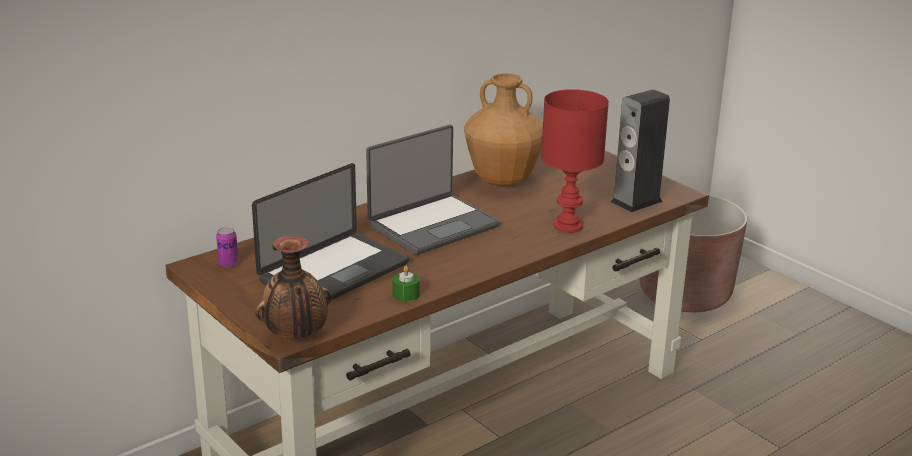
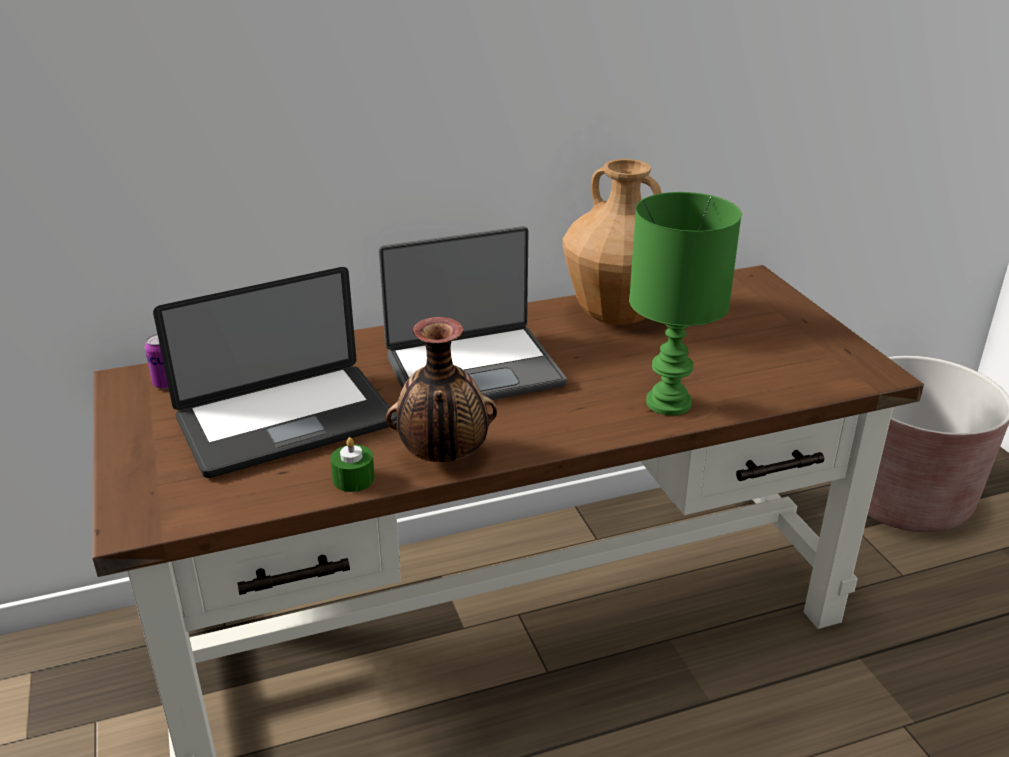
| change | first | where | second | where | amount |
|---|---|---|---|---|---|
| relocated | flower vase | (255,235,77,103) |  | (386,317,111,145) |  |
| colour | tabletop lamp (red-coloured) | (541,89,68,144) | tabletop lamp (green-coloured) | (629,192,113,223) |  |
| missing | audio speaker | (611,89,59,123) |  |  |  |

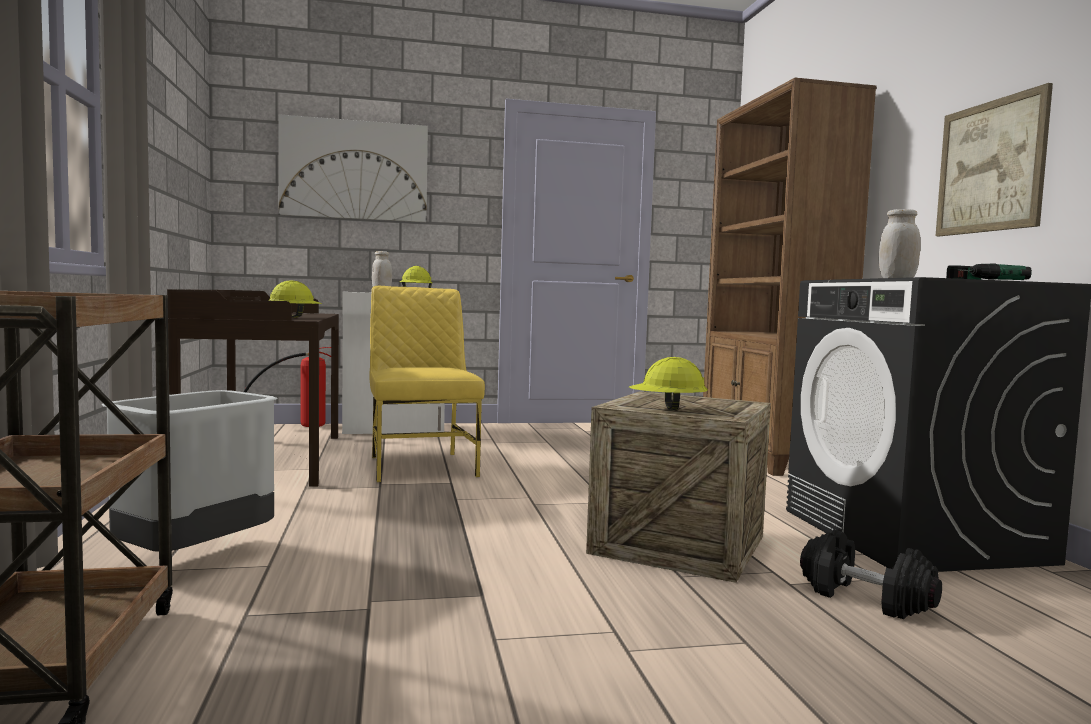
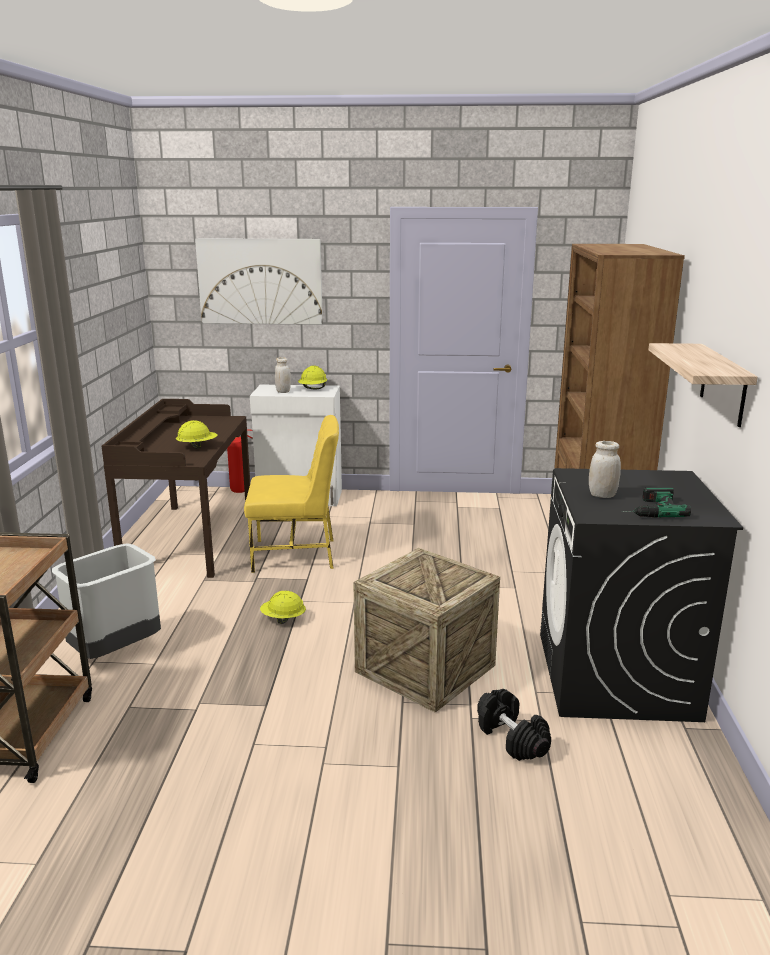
| change | first | where | second | where | amount |
|---|---|---|---|---|---|
| spun | chair (yellow) | (369,286,116,196) |  | (244,415,95,158) | 90 degrees clockwise |
| relocated | hard hat (yellow) | (629,357,79,53) |  | (260,591,46,33) |  |
| exchanged | wall art | (936,83,117,153) | bracket shelf | (648,343,110,84) |  |

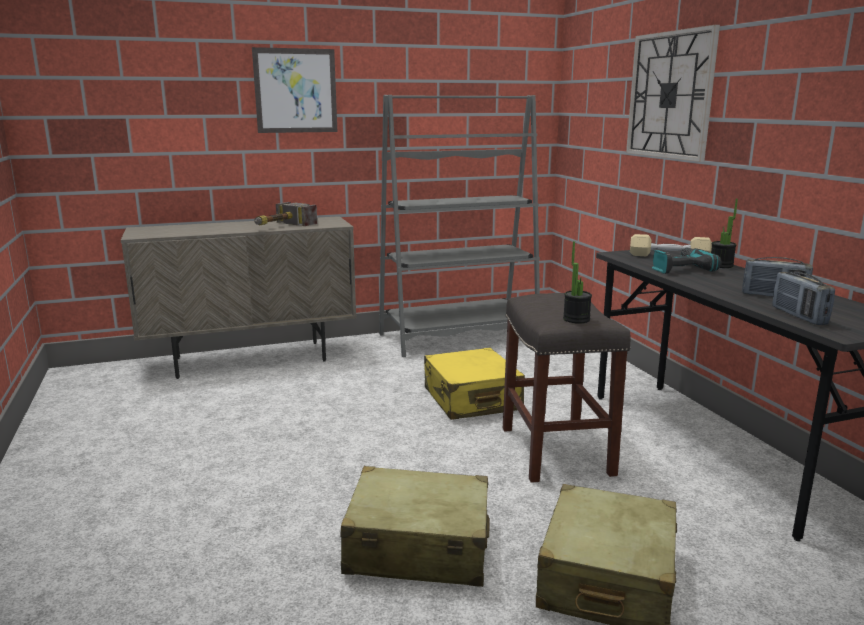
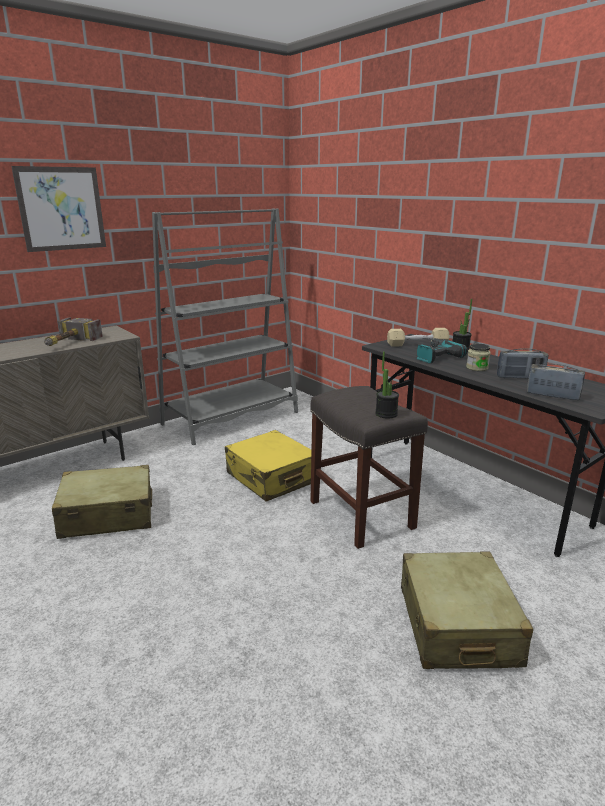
| change | first | where | second | where | amount |
|---|---|---|---|---|---|
| relocated | suitcase (beige) | (341,466,149,121) |  | (52,465,100,74) |  |
| appeared |  |  | jar | (466,344,24,27) |  |
| spun | radio receiver | (772,272,63,53) |  | (527,364,58,36) | 150 degrees clockwise |
| missing | wall clock | (626,25,94,137) |  |  |  |

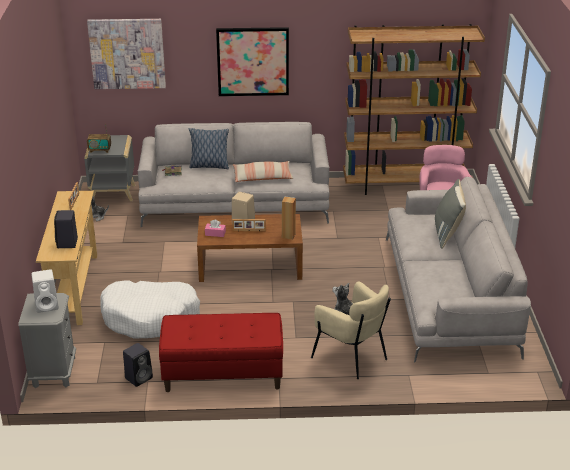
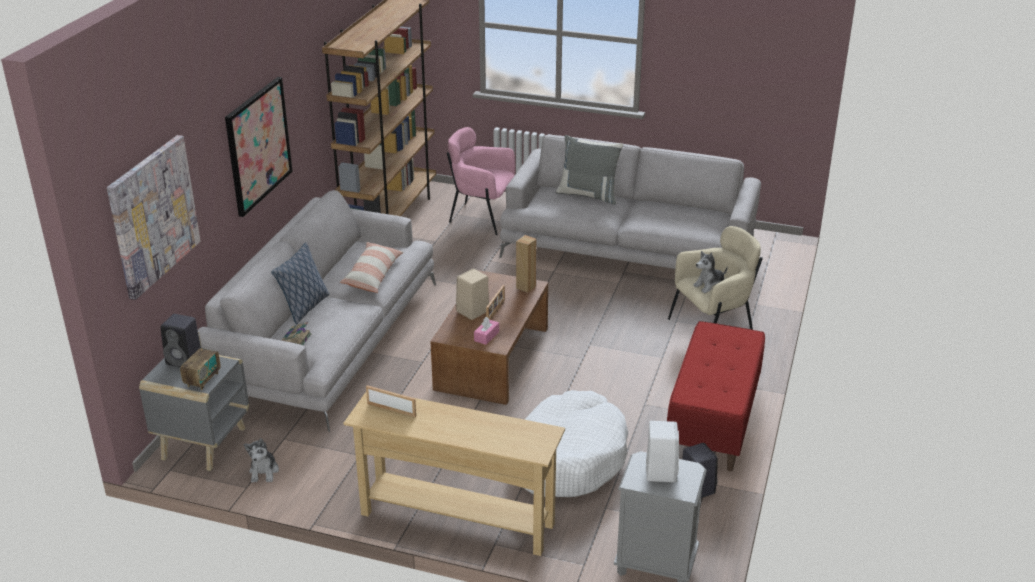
| change | first | where | second | where | amount |
|---|---|---|---|---|---|
| relocated | audio speaker (black-coloured) | (54,210,24,38) |  | (160,314,41,53) |  |

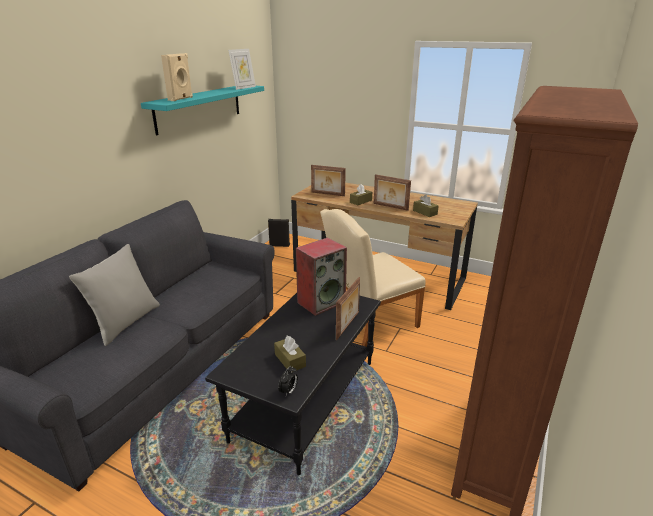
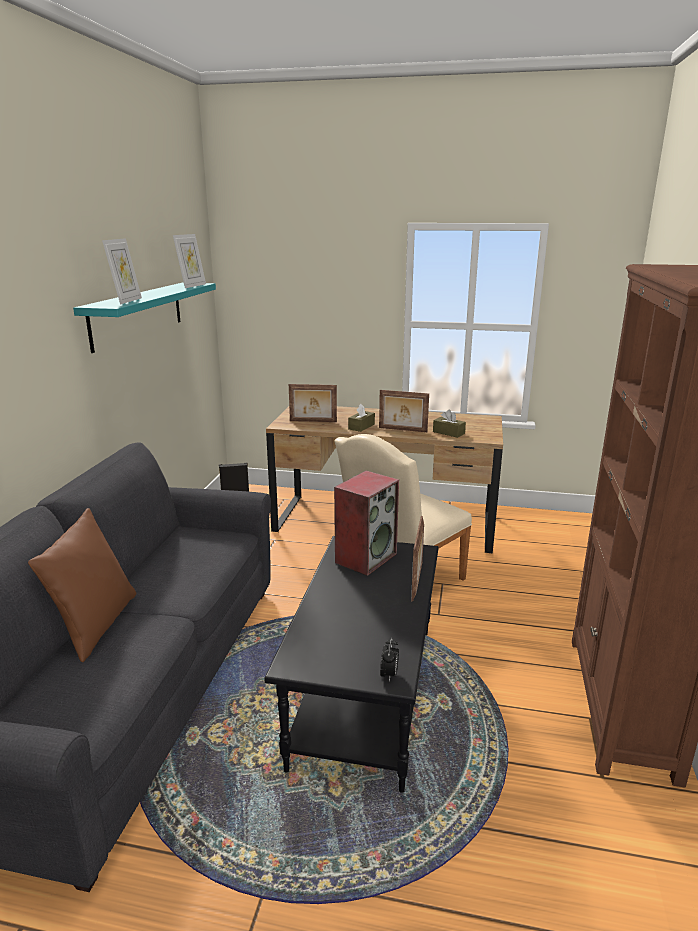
| change | first | where | second | where | amount |
|---|---|---|---|---|---|
| colour | cushion (greyish) | (69,244,91,102) | cushion (brown) | (28,508,108,155) |  |
| exchanged | audio speaker (beige) | (161,53,32,48) | standing frame | (102,238,40,66) |  |
| missing | box of tissues (brown) | (274,336,32,36) |  |  |  |

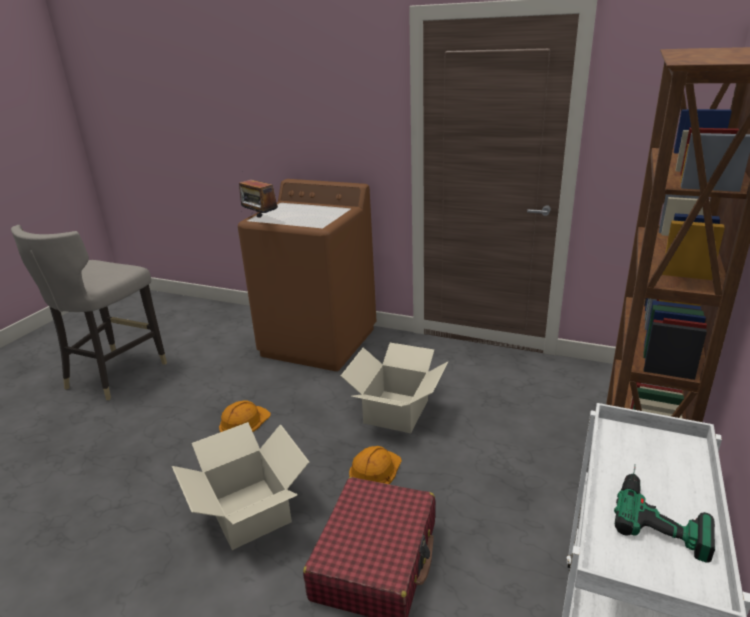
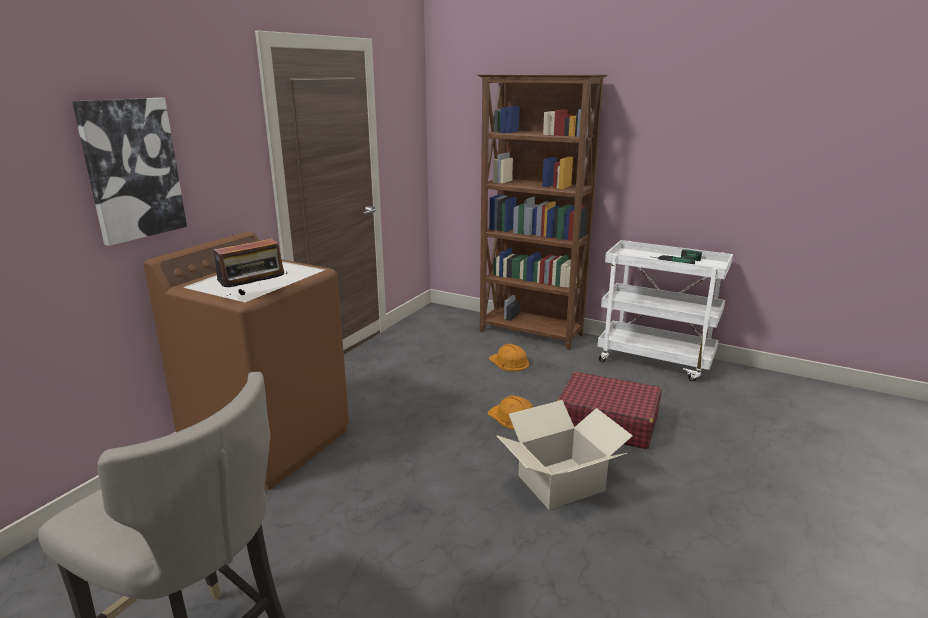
| change | first | where | second | where | amount |
|---|---|---|---|---|---|
| appeared |  |  | wall art | (72,98,115,148) |  |
| relocated | hard hat (orange) | (219,400,52,32) |  | (489,344,40,27) |  |
| missing | cardboard box | (341,343,107,90) |  |  |  |

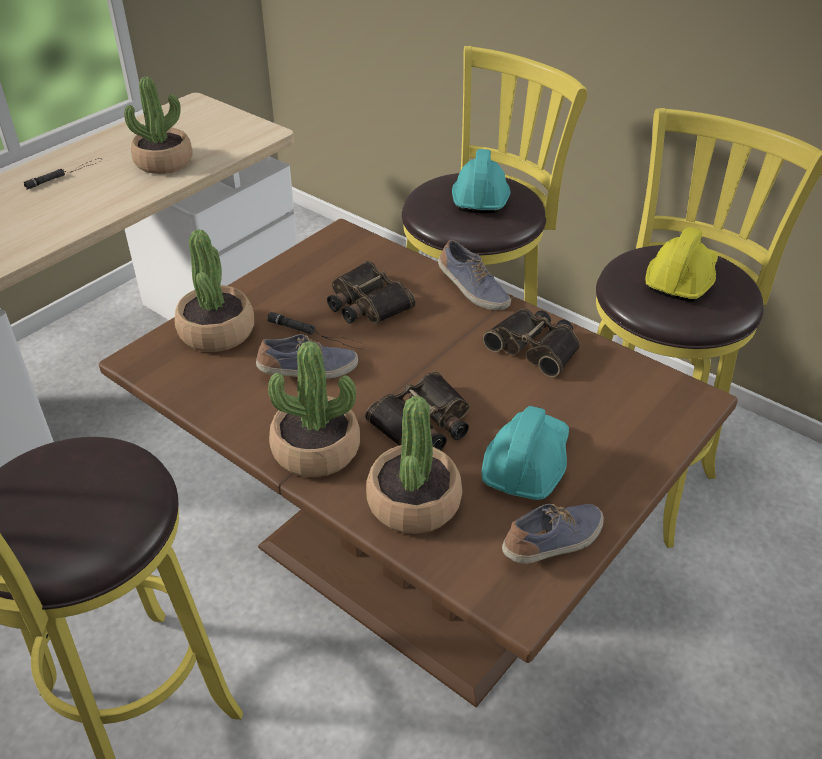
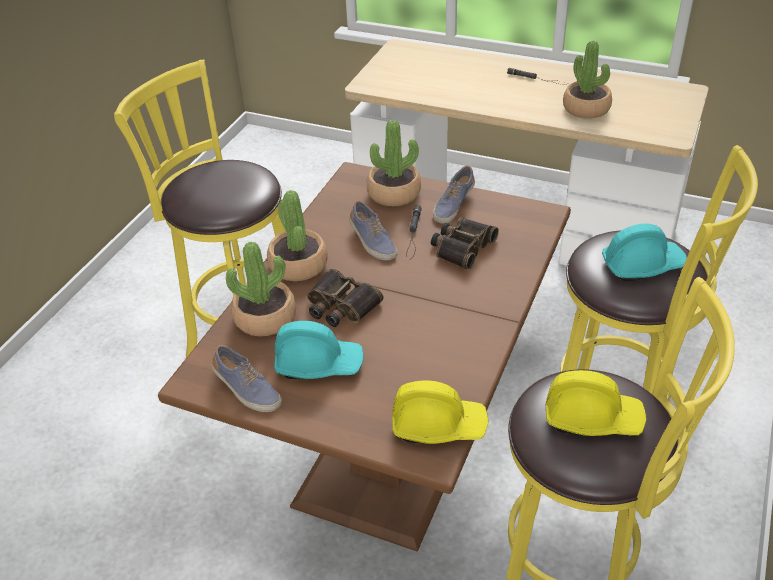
| change | first | where | second | where | amount |
|---|---|---|---|---|---|
| appeared |  |  | hard hat (yellow) | (392,381,96,63) |  |
| relocated | low shoe | (438,240,73,70) |  | (433,166,42,58) |  |
| missing | pair of binoculars | (483,308,97,69) |  |  |  |

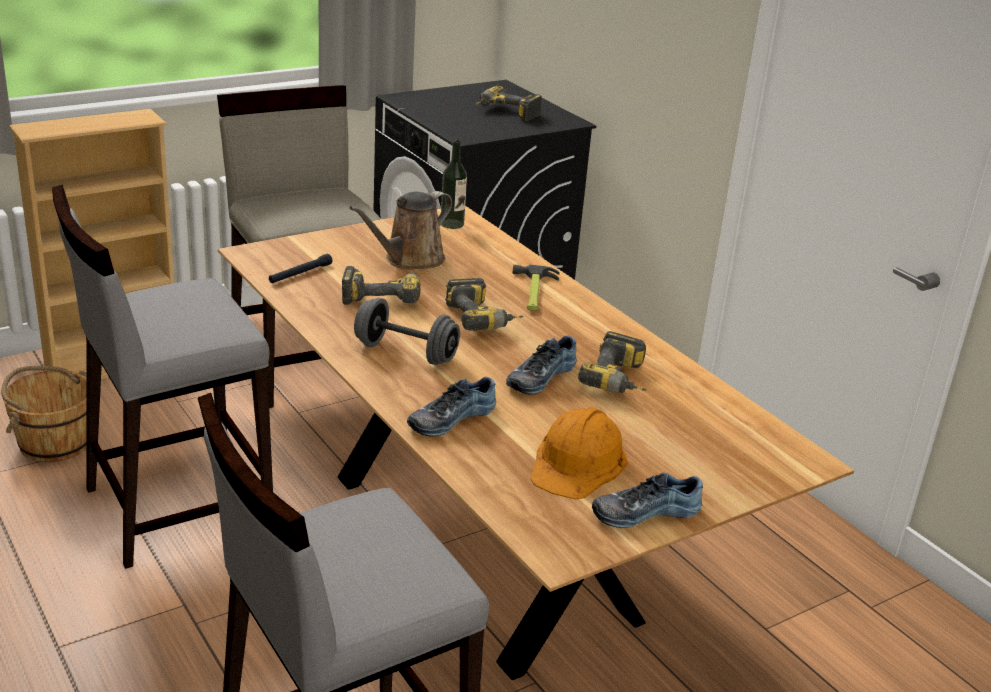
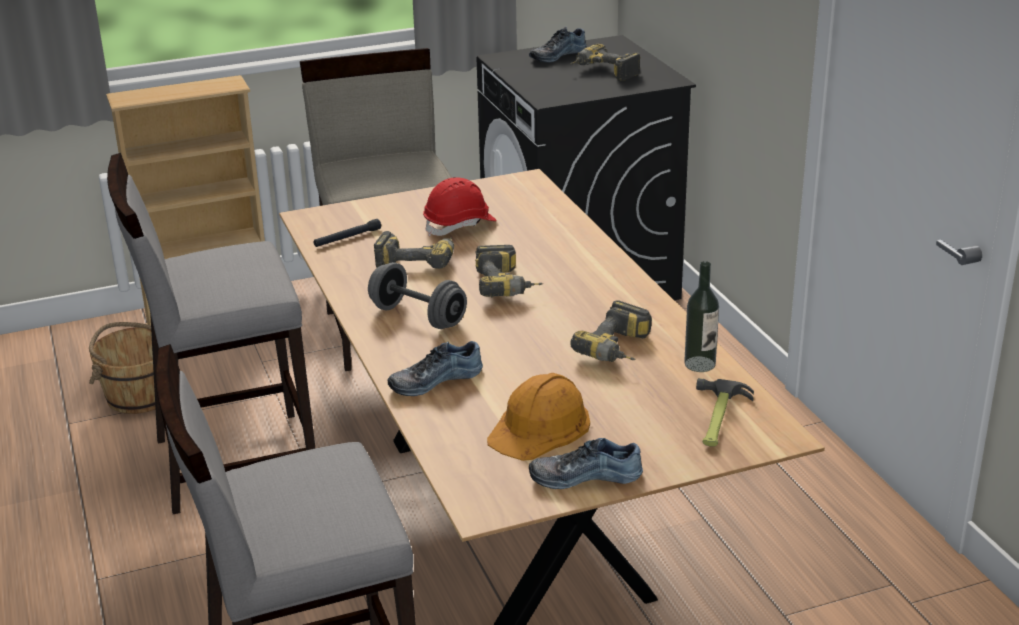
| change | first | where | second | where | amount |
|---|---|---|---|---|---|
| exchanged | watering pot (brown) | (349,191,103,79) | hard hat (red-coloured) | (423,177,74,59) |  |
| relocated | low shoe | (506,336,71,59) |  | (529,26,57,37) |  |
| relocated | drink bottle | (441,140,26,89) |  | (684,261,35,111) |  |
| relocated | tool hammer | (513,265,47,46) |  | (696,378,58,68) |  |

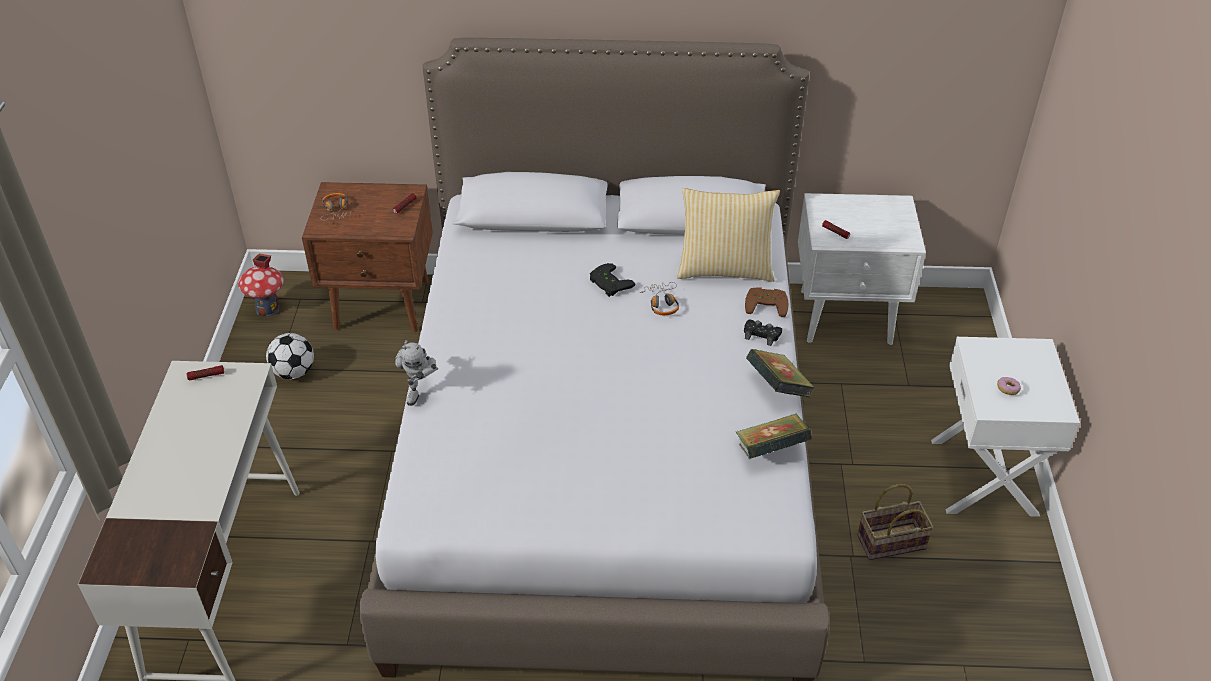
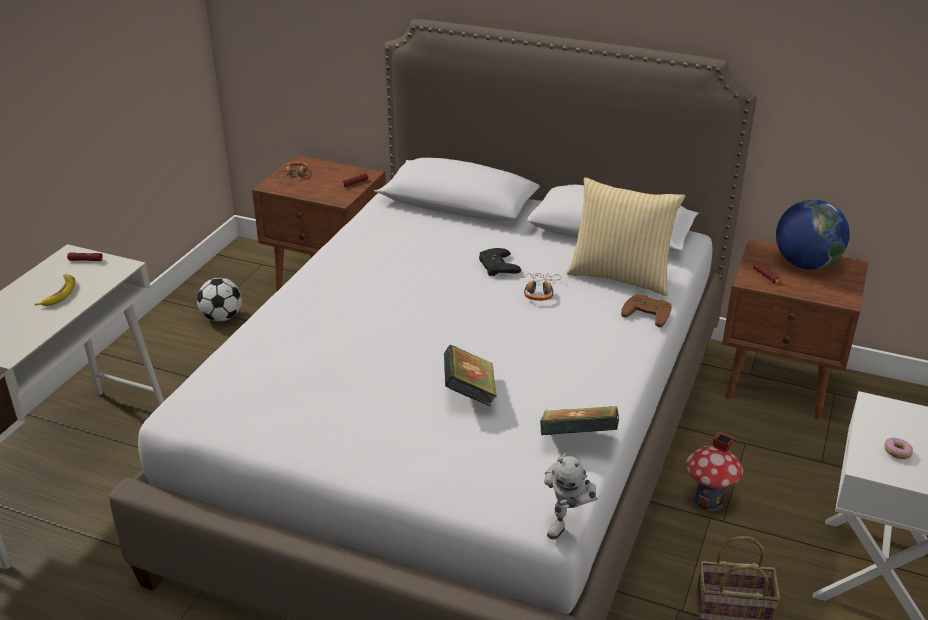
| change | first | where | second | where | amount |
|---|---|---|---|---|---|
| appeared |  |  | banana fruit | (35,274,41,32) |  |
| relocated | bound book | (746,349,69,48) |  | (444,345,53,61) |  |
| relocated | robot figure | (395,340,43,66) |  | (544,453,54,87) |  |
| relocated | model house | (238,253,46,64) |  | (686,431,57,80) |  |
| colour | nightstand (whitish) | (798,193,128,152) | nightstand (brown) | (722,239,147,181) |  |
| appeared |  |  | desk globe | (776,199,74,71) |  |
| missing | gamepad (black-coloured) | (744,319,38,27) |  |  |  |

